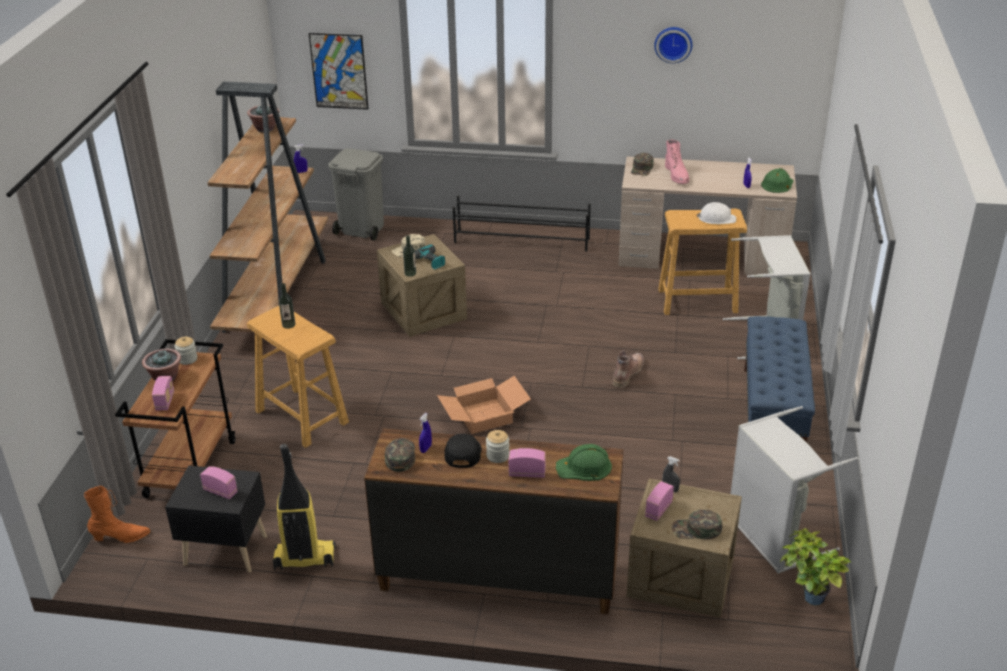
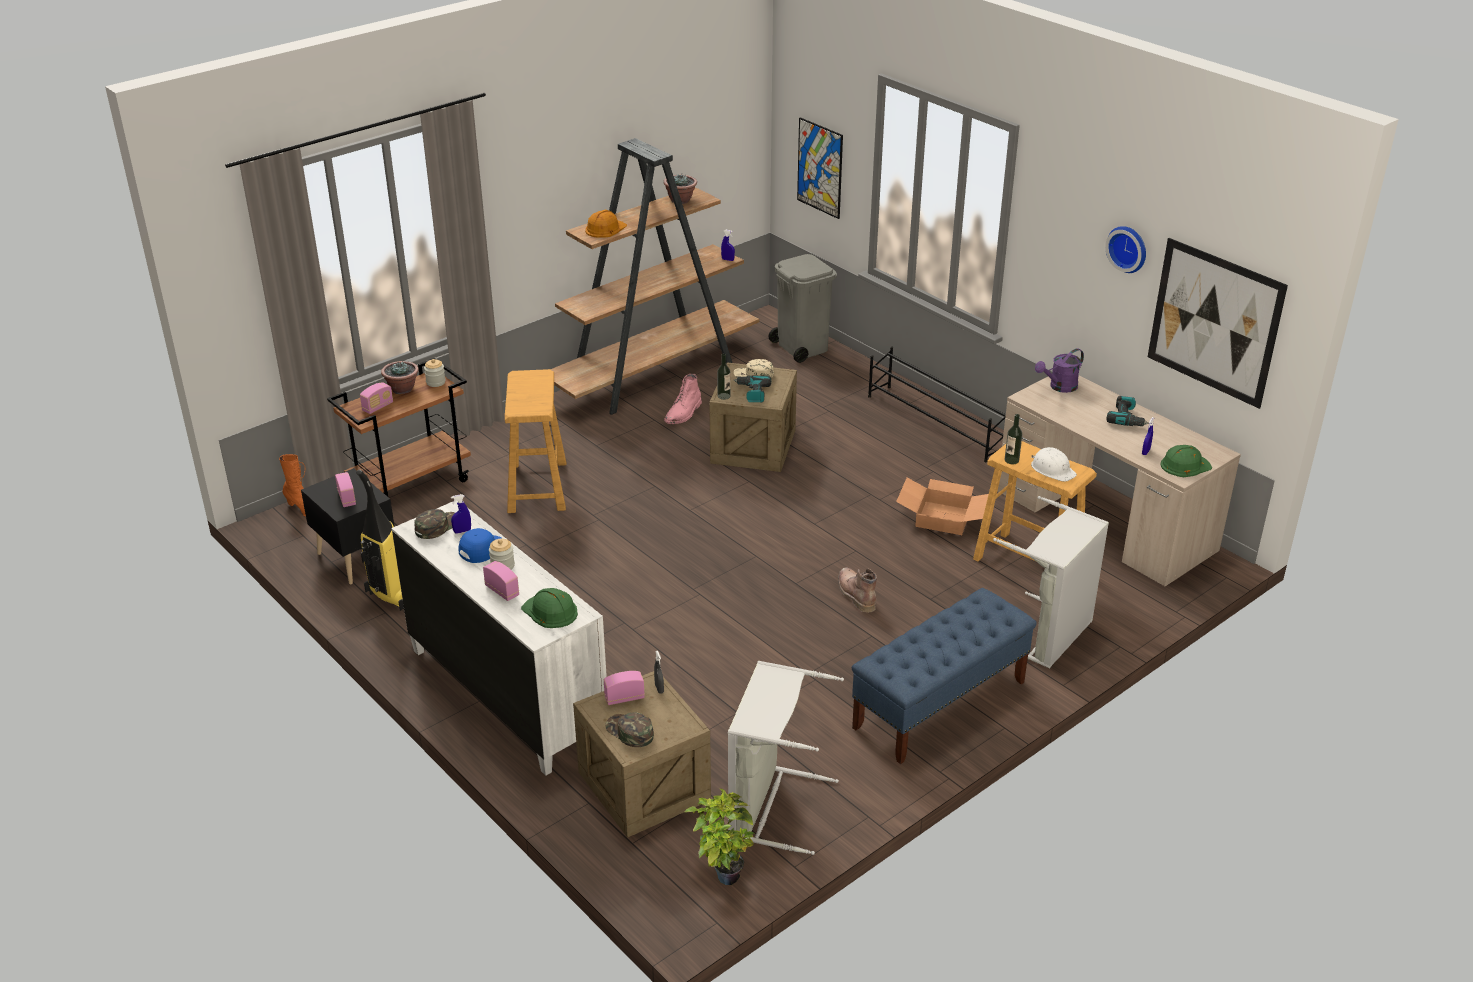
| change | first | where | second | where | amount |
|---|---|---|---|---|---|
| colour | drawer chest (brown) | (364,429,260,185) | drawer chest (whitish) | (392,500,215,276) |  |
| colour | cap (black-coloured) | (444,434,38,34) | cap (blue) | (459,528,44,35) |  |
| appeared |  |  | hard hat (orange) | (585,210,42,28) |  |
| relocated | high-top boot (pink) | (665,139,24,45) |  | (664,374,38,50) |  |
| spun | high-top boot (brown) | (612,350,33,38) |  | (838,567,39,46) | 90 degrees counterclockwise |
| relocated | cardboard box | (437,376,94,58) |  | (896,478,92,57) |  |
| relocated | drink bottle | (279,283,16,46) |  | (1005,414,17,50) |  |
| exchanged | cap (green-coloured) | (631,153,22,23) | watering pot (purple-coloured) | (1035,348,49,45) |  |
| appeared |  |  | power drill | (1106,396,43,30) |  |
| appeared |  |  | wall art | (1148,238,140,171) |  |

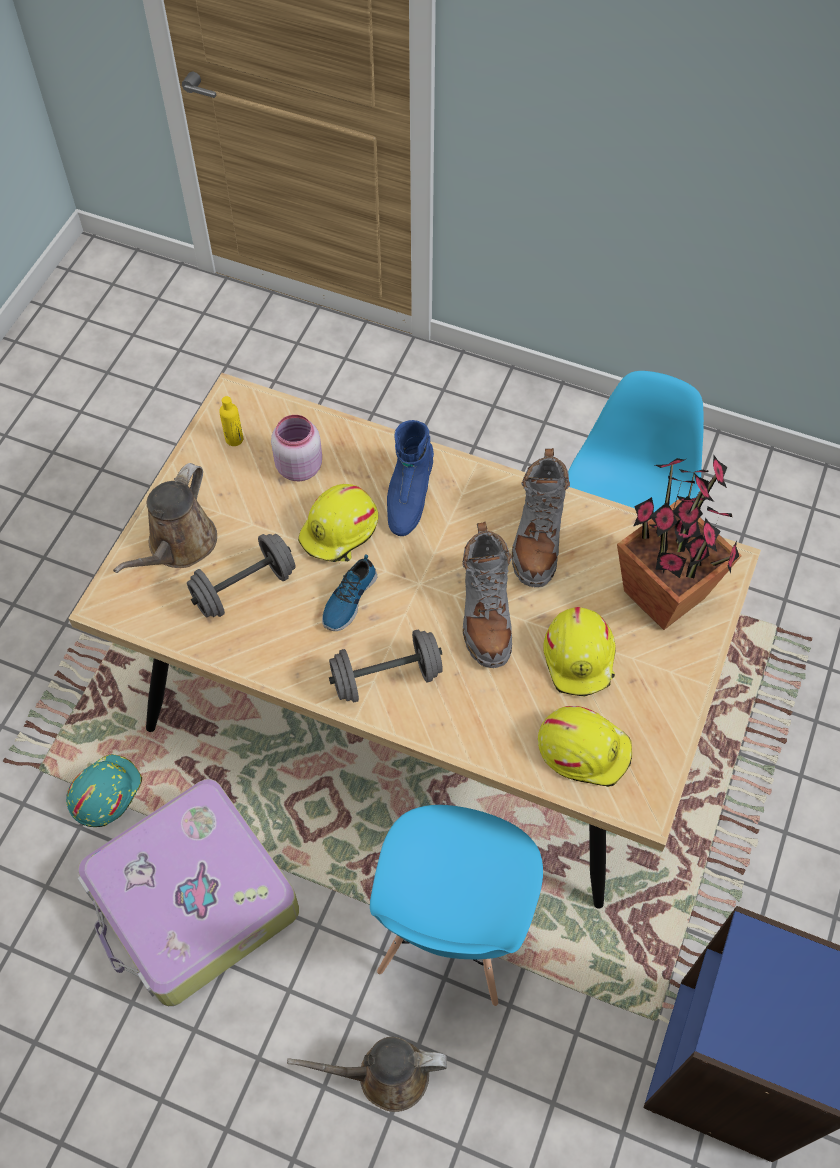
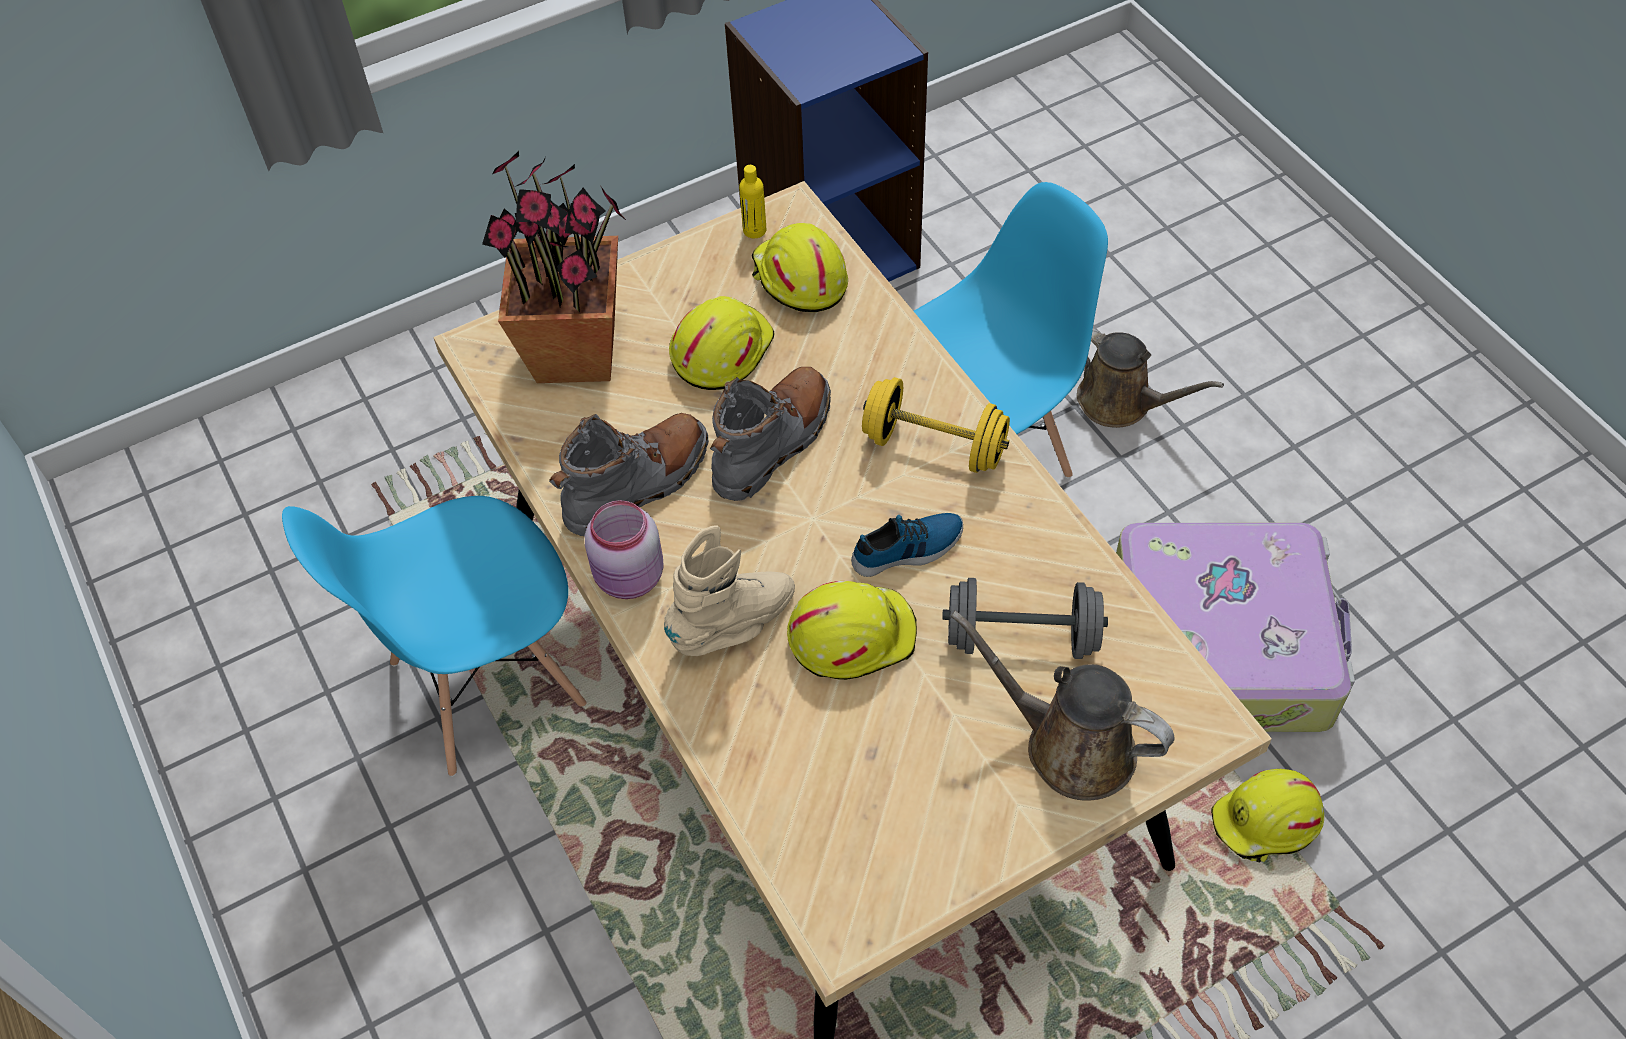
| change | first | where | second | where | amount |
|---|---|---|---|---|---|
| relocated | jar (pink) | (271,415,51,66) |  | (585,500,79,99) |  |
| colour | high-top boot (blue) | (387,420,47,116) | high-top boot (beige) | (664,525,131,131) |  |
| relocated | drink bottle (yellow) | (219,396,24,50) |  | (739,165,27,73) |  |
| colour | free weight (greyish) | (329,629,114,74) | free weight (yellow) | (862,377,148,96) |  |
| spun | watering pot (brown) | (113,463,104,110) |  | (951,610,223,191) | 120 degrees counterclockwise |
| colour | hard hat (blue-green) | (66,754,76,73) | hard hat (yellow) | (1211,769,113,93) |  |

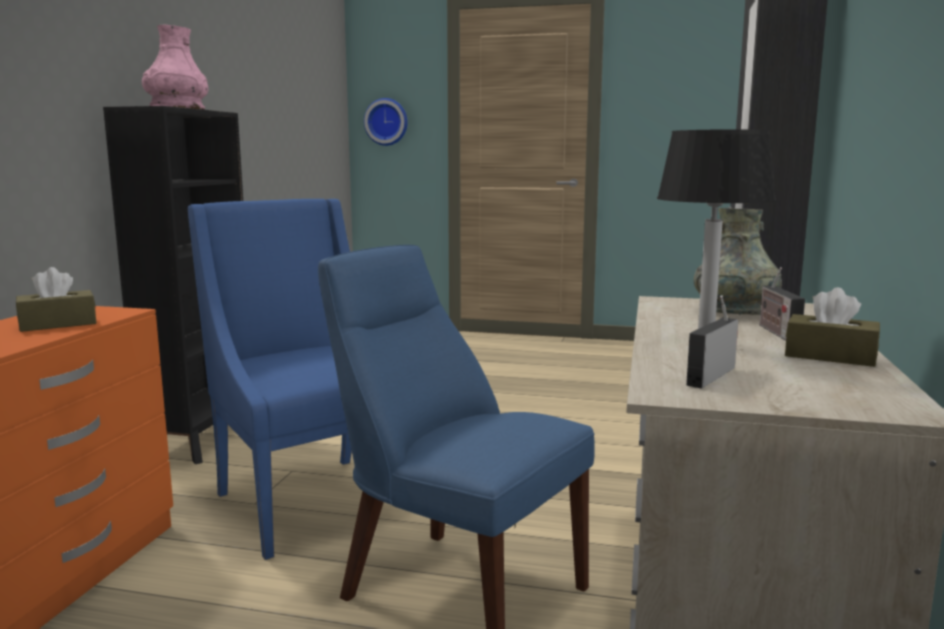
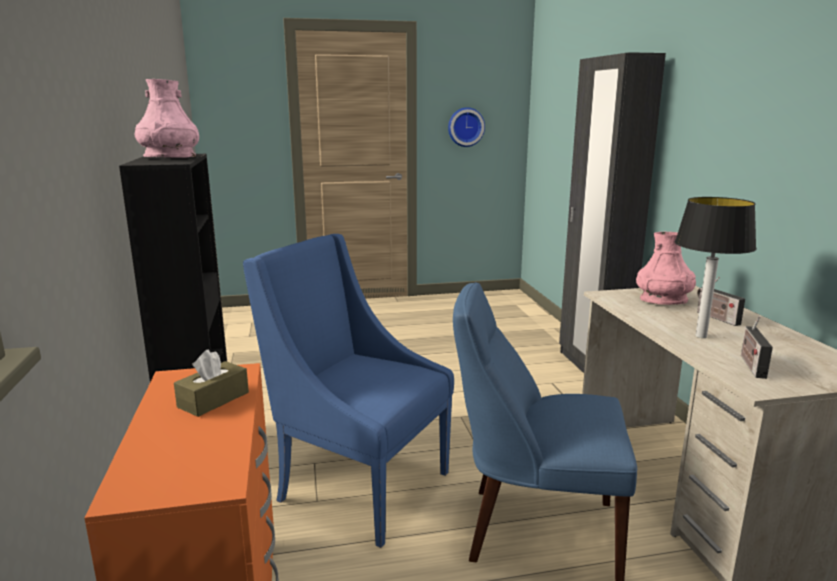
| change | first | where | second | where | amount |
|---|---|---|---|---|---|
| relocated | wall clock | (364,98,44,48) |  | (448,107,37,40) |  |
| colour | flower vase (greyish) | (694,208,88,107) | flower vase (pink) | (636,232,60,73) |  |
| missing | box of tissues (brown) | (785,287,95,80) |  |  |  |

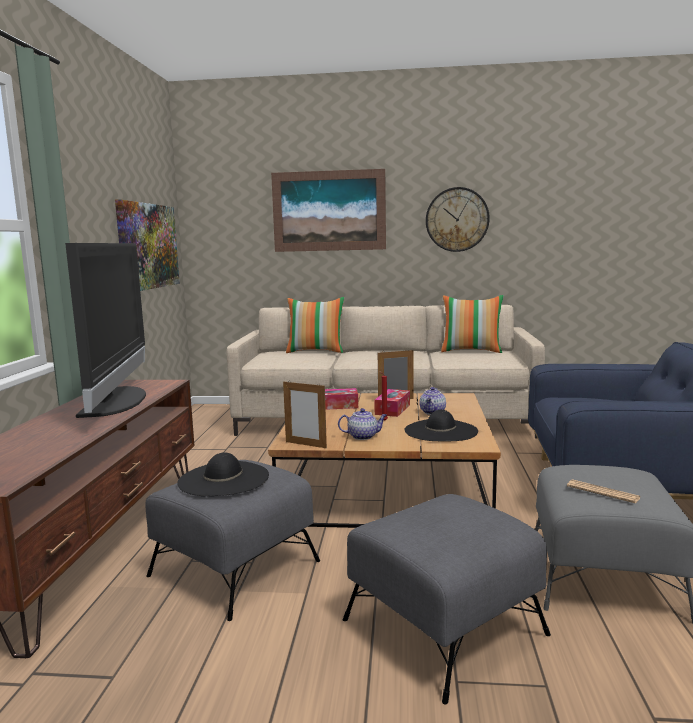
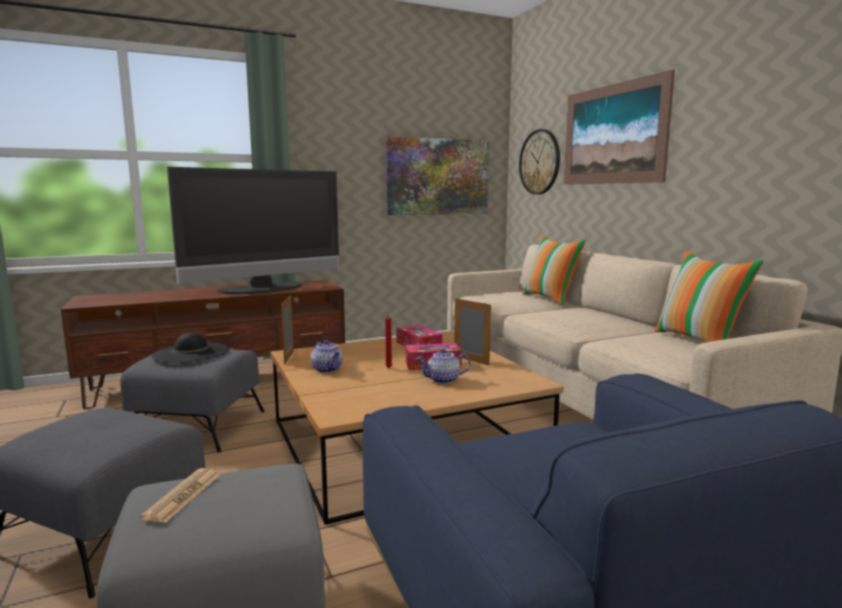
| change | first | where | second | where | amount |
|---|---|---|---|---|---|
| relocated | wall clock | (426,187,64,65) |  | (519,129,41,66) |  |
| missing | clothing hat (black-coloured) | (404,410,74,31) |  |  |  |

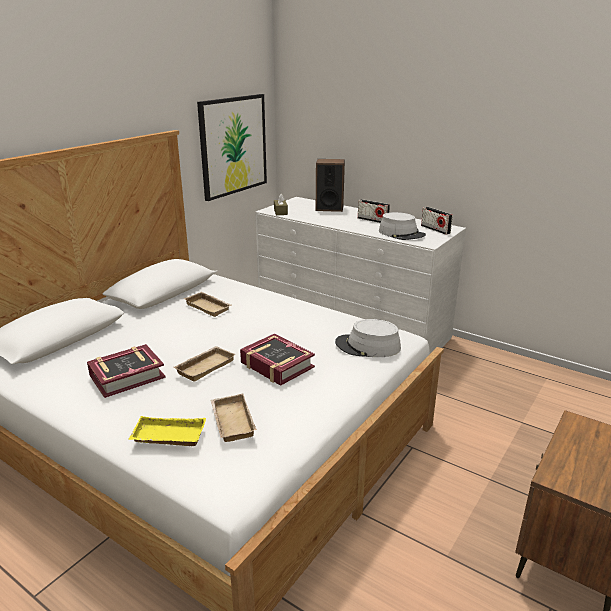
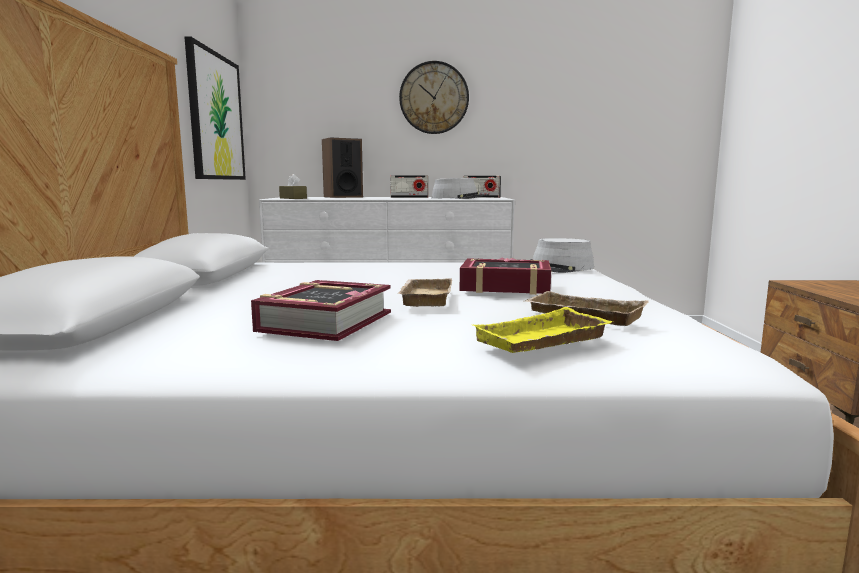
| change | first | where | second | where | amount |
|---|---|---|---|---|---|
| appeared |  |  | wall clock | (399,61,70,73) |  |
| missing | serving tray (beige) | (183,292,49,25) |  |  |  |

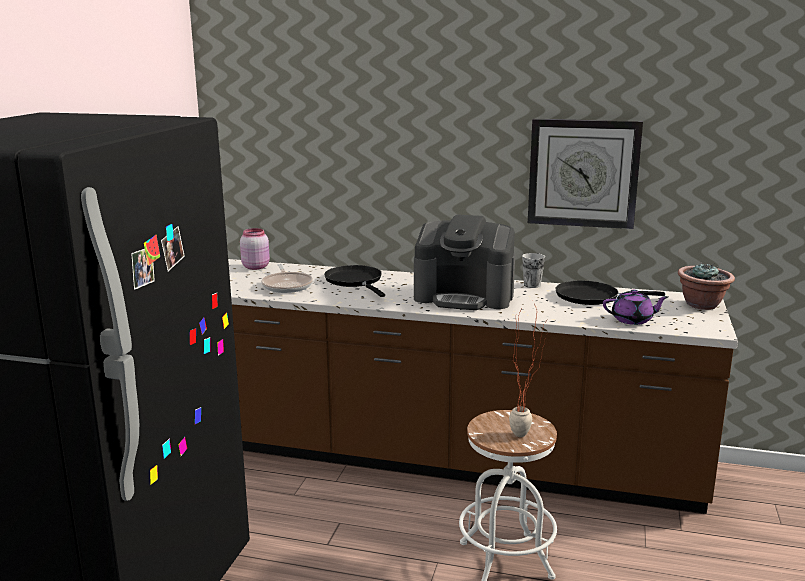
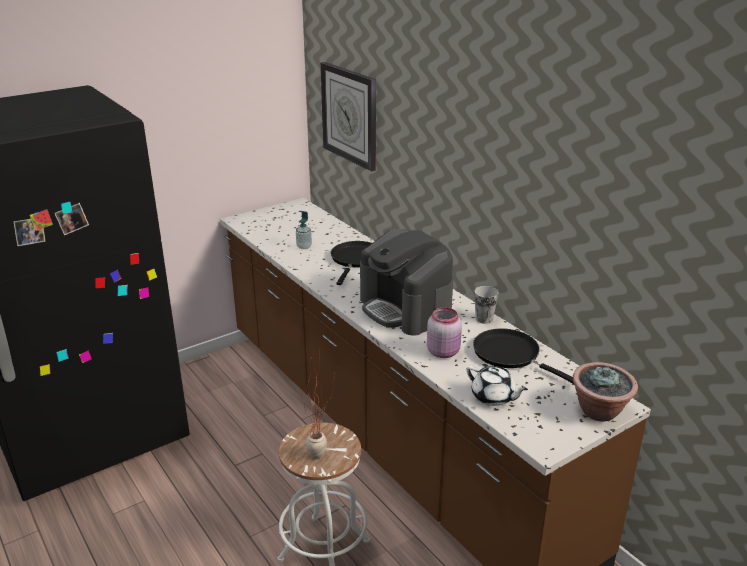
| change | first | where | second | where | amount |
|---|---|---|---|---|---|
| exchanged | pan | (261,264,52,29) | liquid soap bottle | (296,211,16,38) |  |
| relocated | wall clock | (528,119,115,110) |  | (321,62,55,110) |  |
| relocated | jar (pink) | (240,228,30,42) |  | (427,307,35,51) |  |
| colour | teapot (purple-coloured) | (603,290,66,35) | teapot (whitish) | (467,366,61,40) |  |

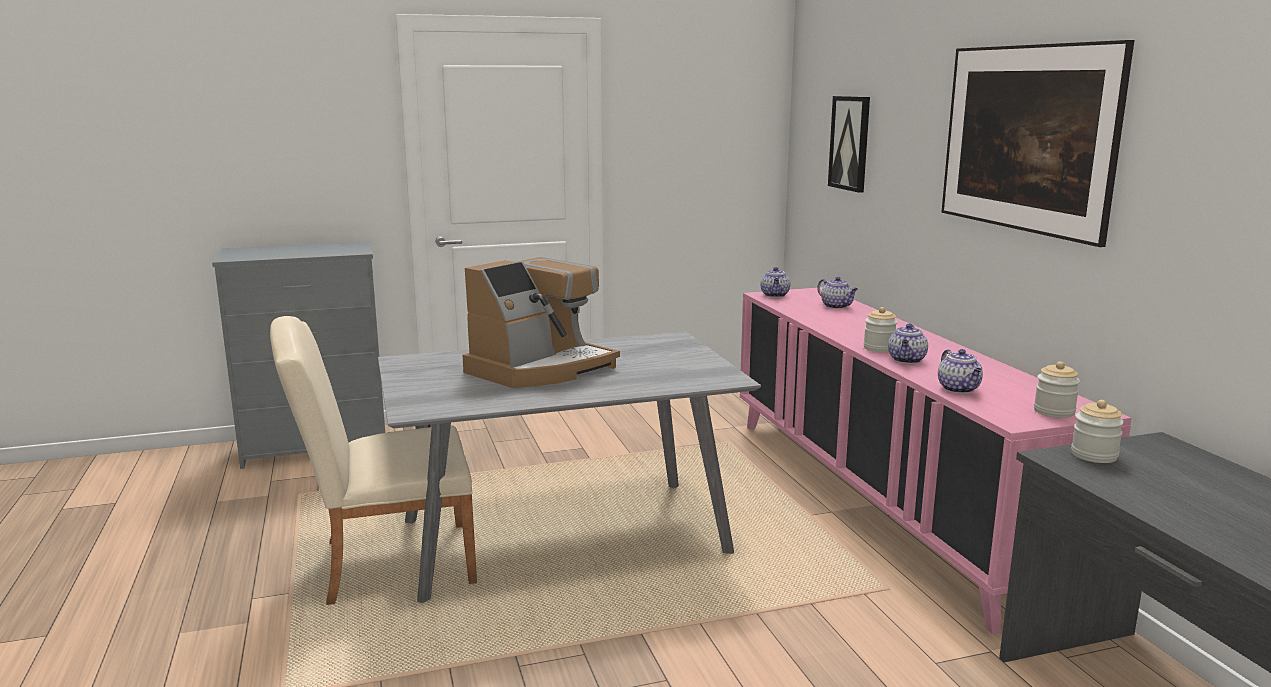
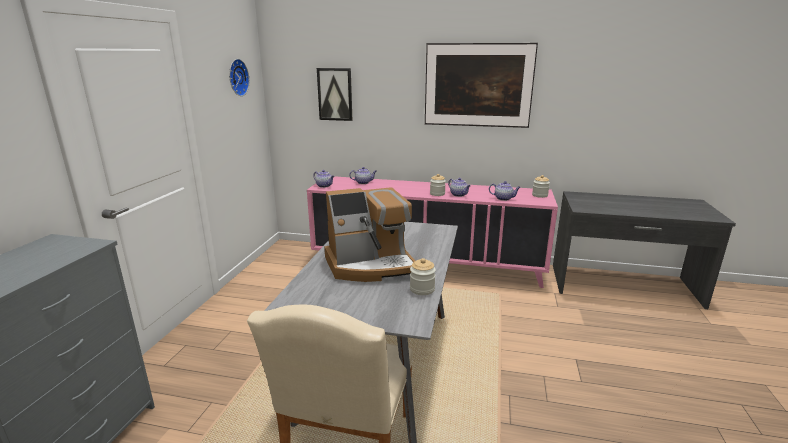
| change | first | where | second | where | amount |
|---|---|---|---|---|---|
| appeared |  |  | wall clock | (229,59,20,37) |  |
| spun | coffee maker | (463,257,157,131) |  | (324,187,91,95) | 90 degrees clockwise |
| relocated | jar | (1071,400,53,63) |  | (410,258,26,37) |  |

